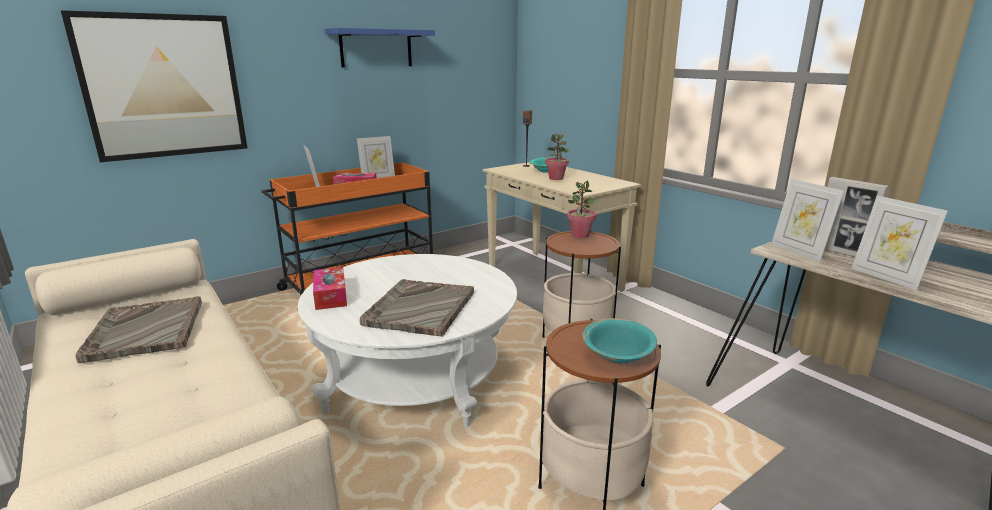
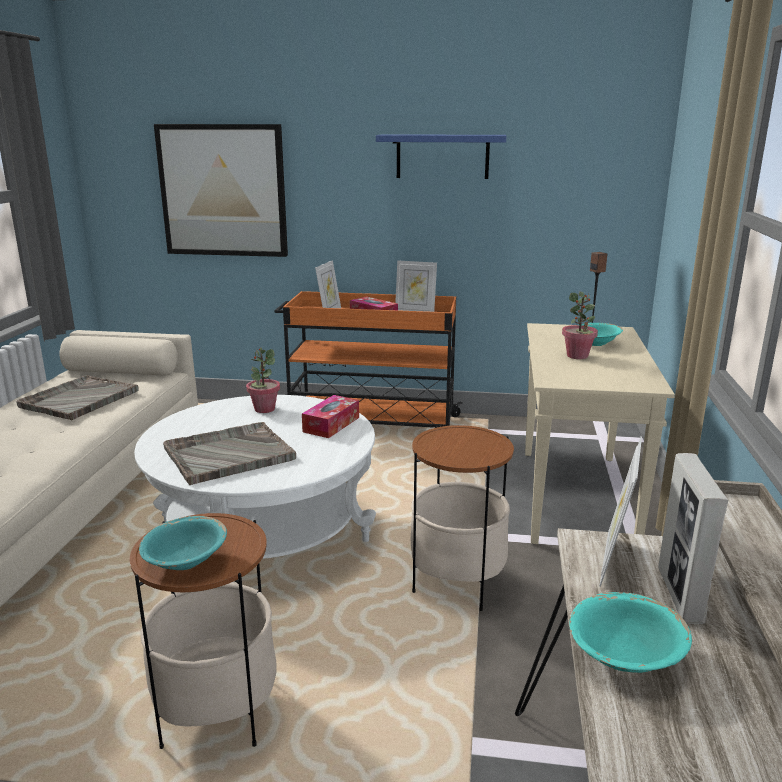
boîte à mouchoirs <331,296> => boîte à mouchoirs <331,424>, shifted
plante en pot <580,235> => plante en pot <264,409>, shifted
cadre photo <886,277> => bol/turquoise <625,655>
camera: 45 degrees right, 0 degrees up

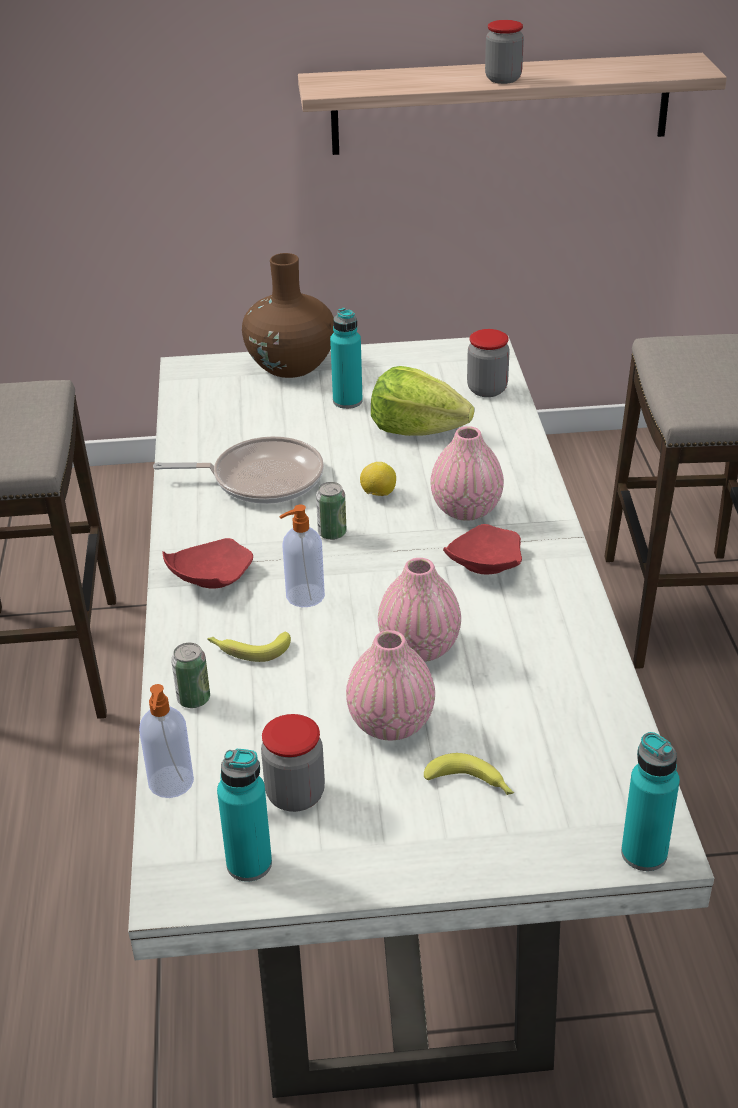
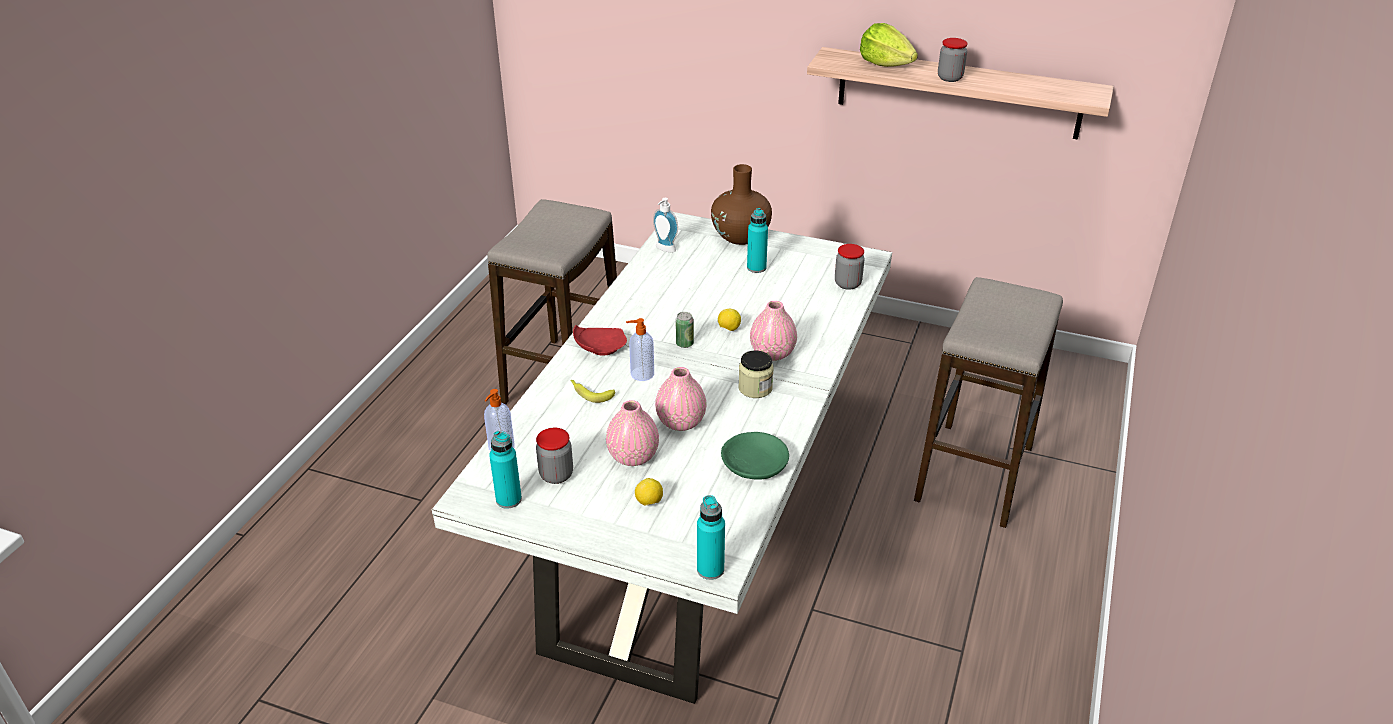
poêle <261,479> => nothing
boîte métallique <193,699> => nothing
laitue <417,429> => laitue <885,64>, shifted
banane <471,785> => citron <649,502>
assiette/rouge <483,565> => bocal <755,388>
nothing => distributeur de savon <664,249>
nothing => bol/vert <753,464>
camera: 25 degrees right, 0 degrees up

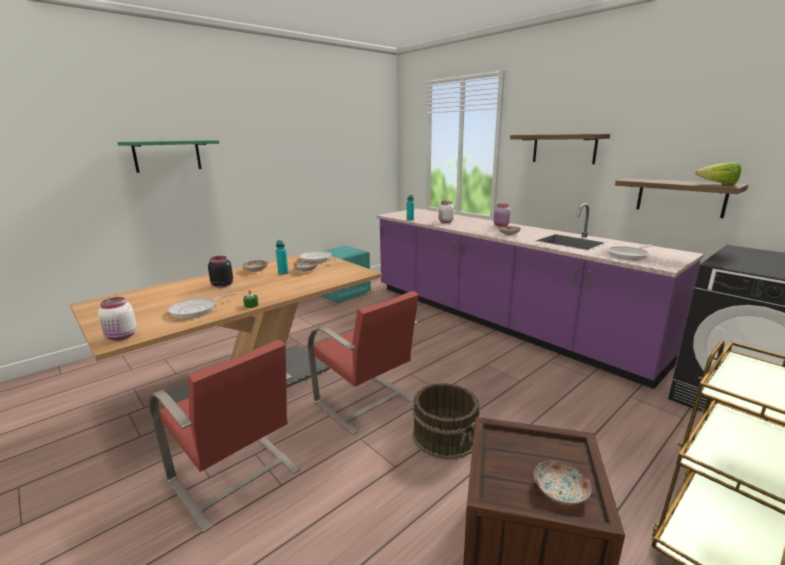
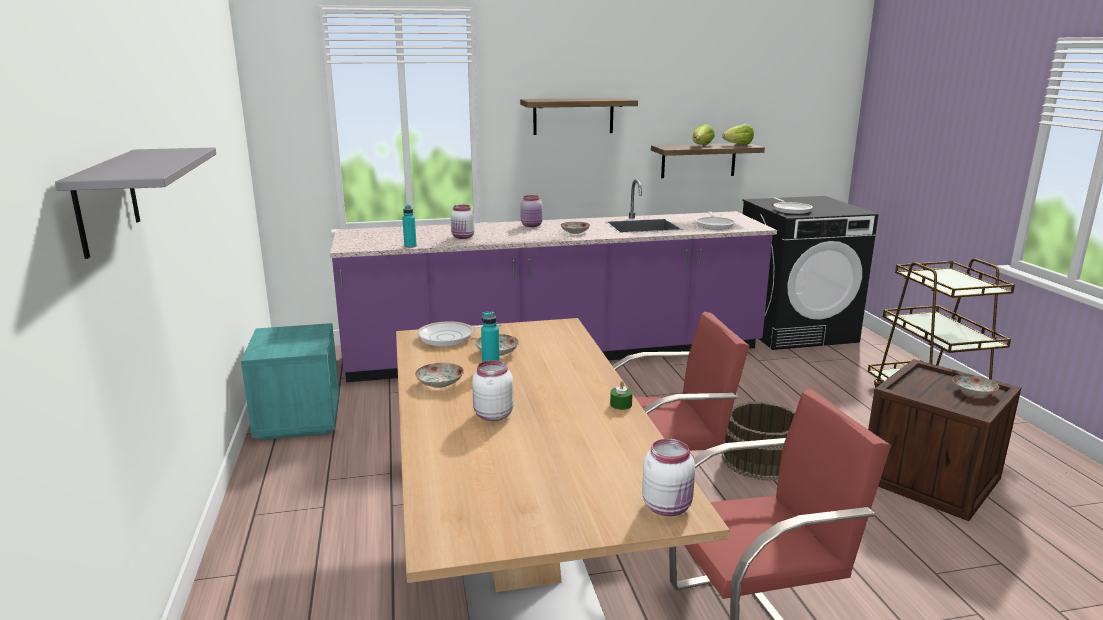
étagère/vert <167,156> => étagère/gris <106,201>
poêle <196,310> => poêle <791,210>, shifted
bocal/noir <222,285> => bocal/blanc <492,415>
nothing => laitue <701,145>
camera: 60 degrees left, 0 degrees up

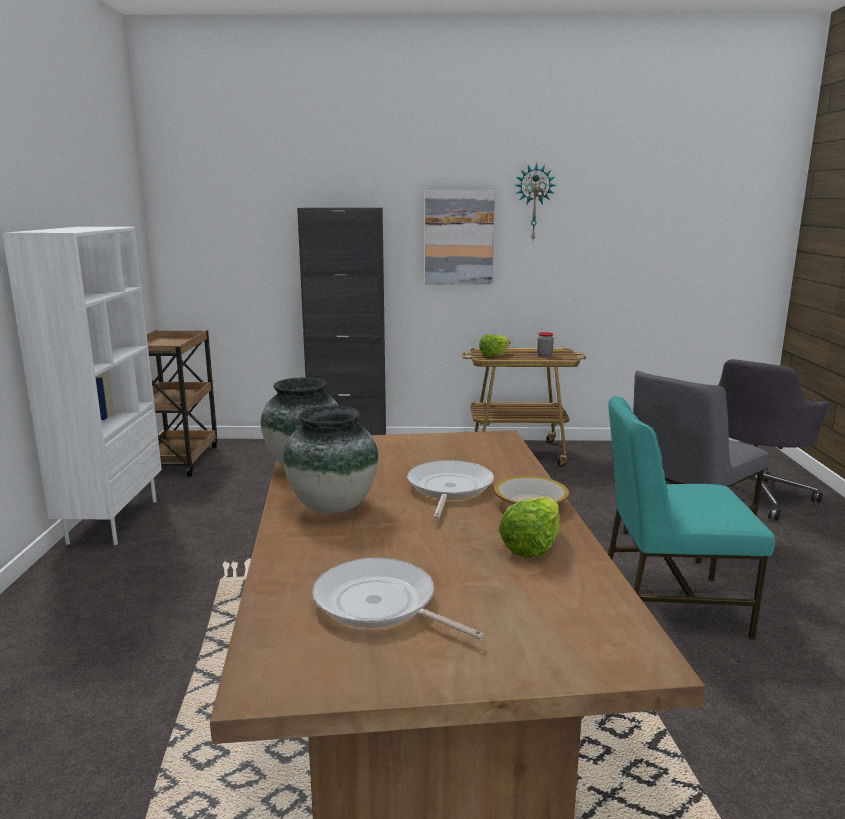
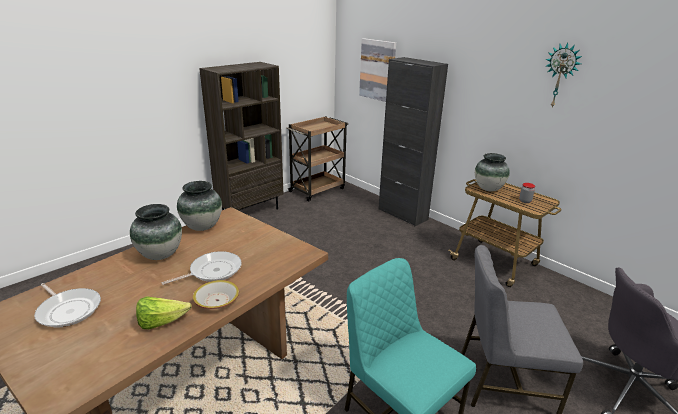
bibliothèque/blanc <112,521> => bibliothèque/marron <251,212>
poêle <380,605> => poêle <68,310>, 135 degrees clockwise
tableau <459,237> => tableau <377,70>, shifted
laitue <494,355> => vase <488,189>
camera: 45 degrees right, 10 degrees up

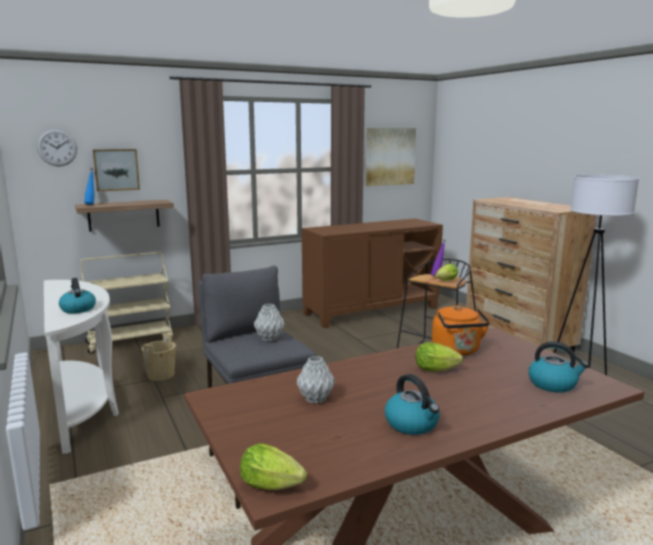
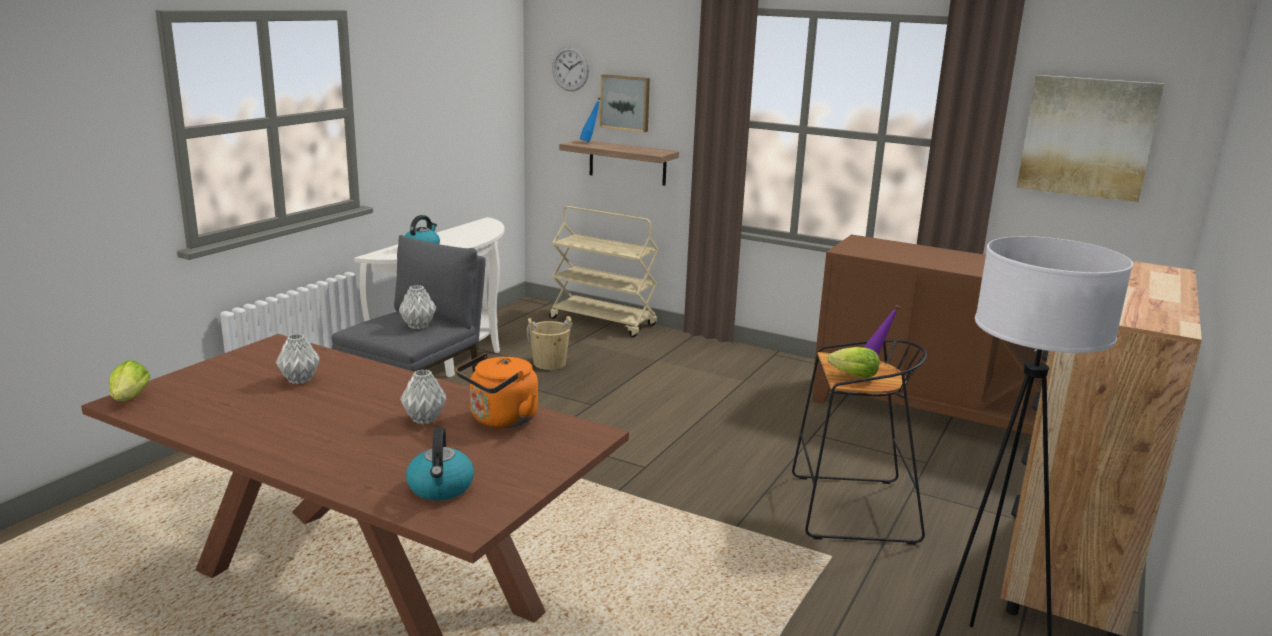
bouilloire <412,424> => nothing
laitue <438,370> => vase/gris <425,419>
camera: 55 degrees right, 5 degrees up

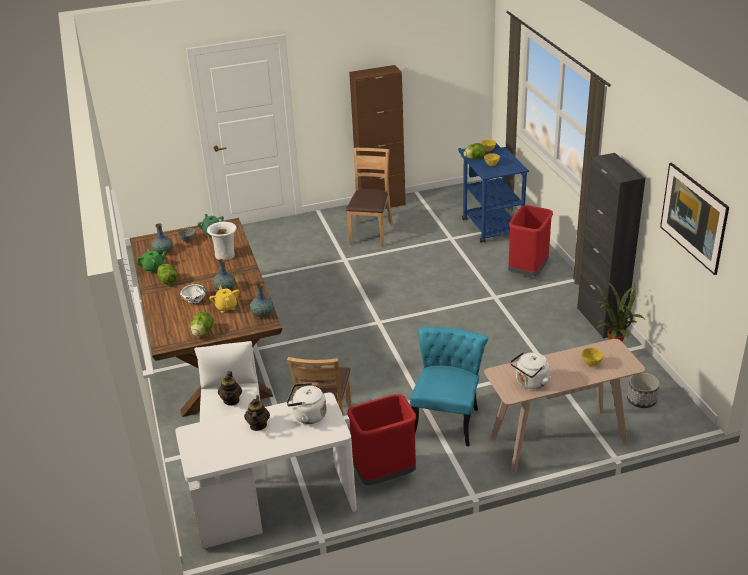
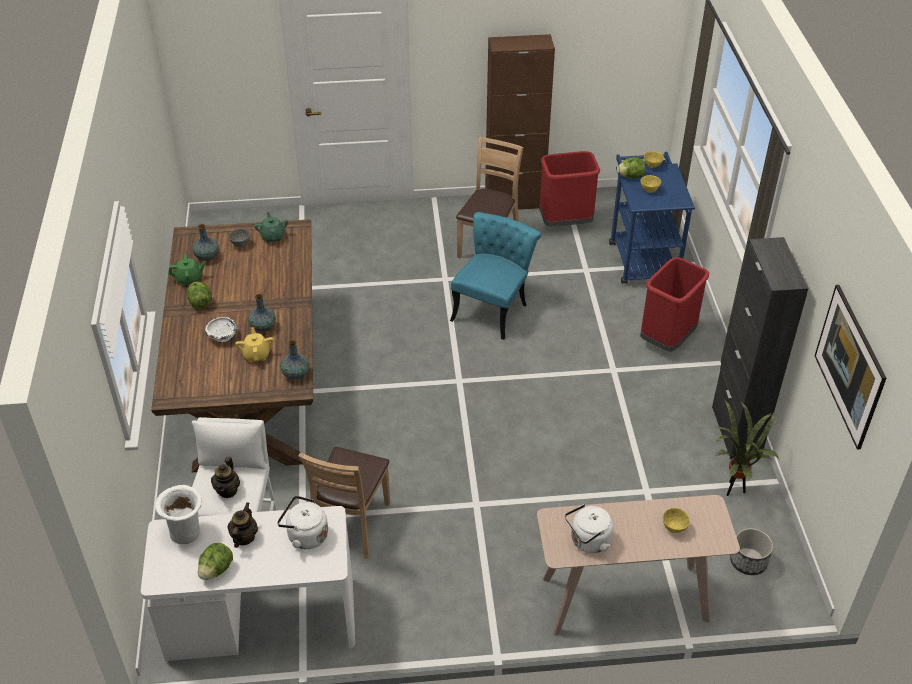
laitue <203,332> => laitue <216,569>, shifted
vase/blanc <225,255> => vase/blanc <186,532>, shifted
poubelle/rouge <384,475> => poubelle/rouge <565,223>, shifted
chaise/turquoise <447,417> => chaise/turquoise <493,308>, shifted
camera: 10 degrees right, 10 degrees up

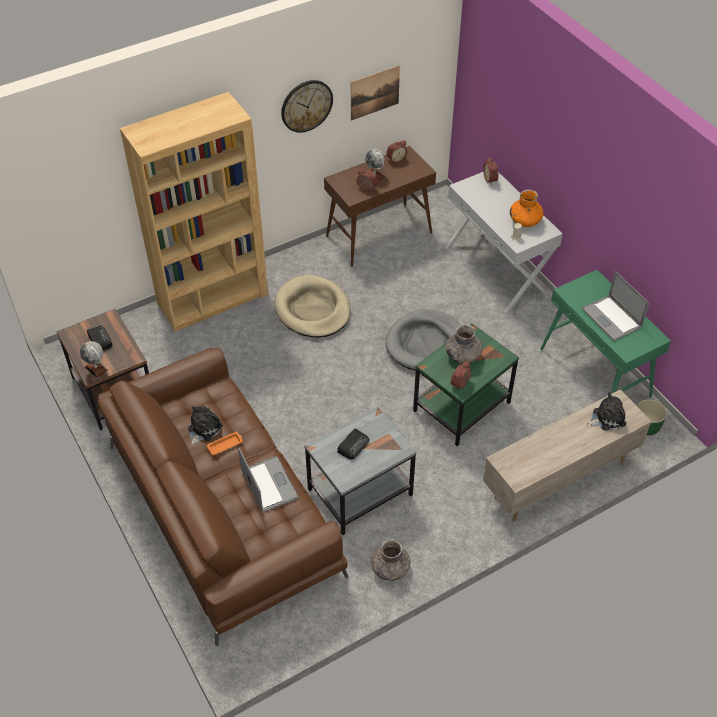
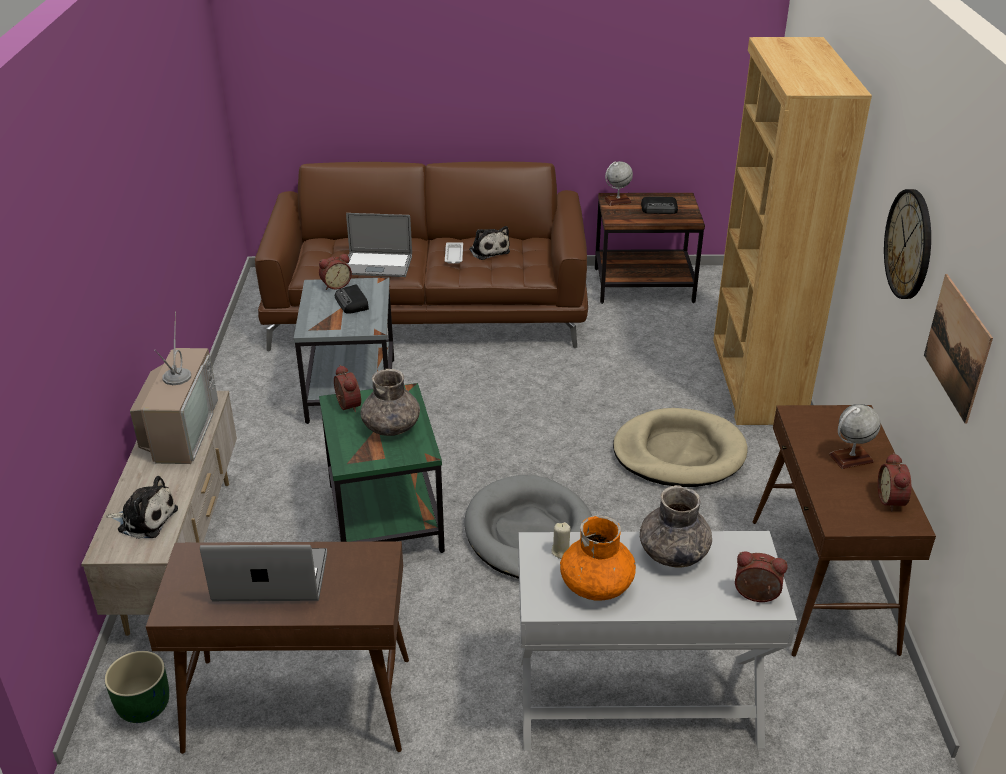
plateau/orange <225,444> => plateau/blanc <454,256>
réveil <366,189> => réveil <335,285>, shifted
vase/gris <390,568> => vase/gris <673,553>, shifted
table console/vert <595,373> => table console/marron <298,705>
peluche <606,418> => peluche <145,519>, 90 degrees counterclockwise
nothing => téléviseur <180,430>
camera: 120 degrees right, 15 degrees down

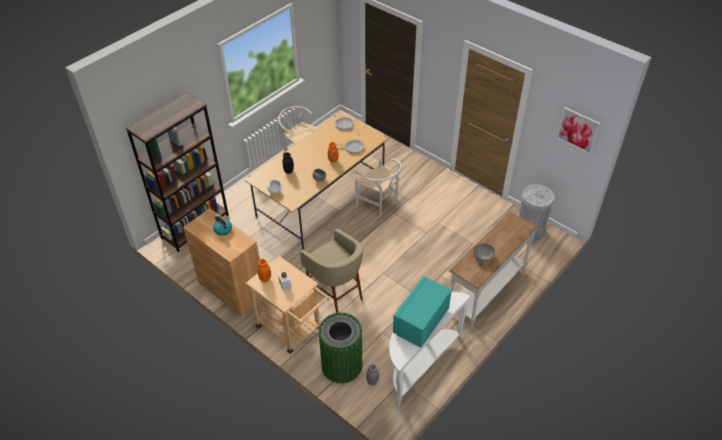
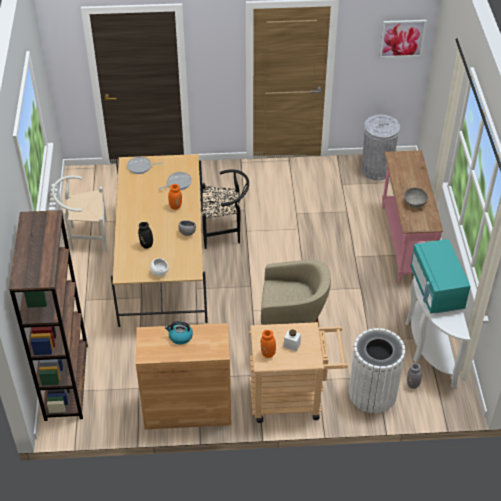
poubelle/vert <342,365> => poubelle/blanc <373,393>
chaise/blanc <380,204> => chaise/noir <225,232>
table console/blanc <486,290> => table console/rose <404,243>
camera: 45 degrees left, 0 degrees up

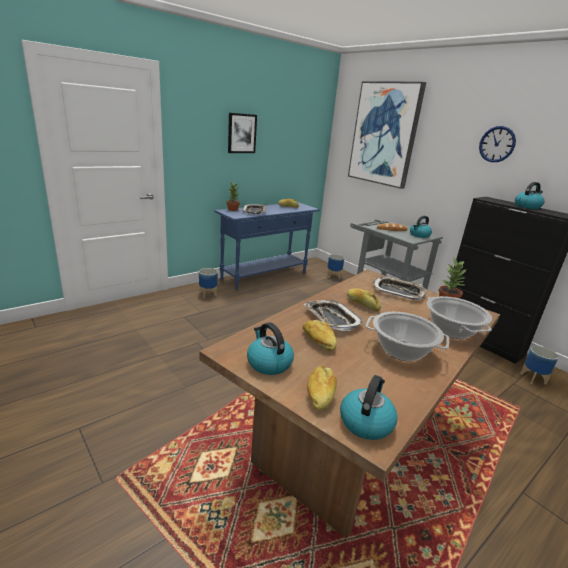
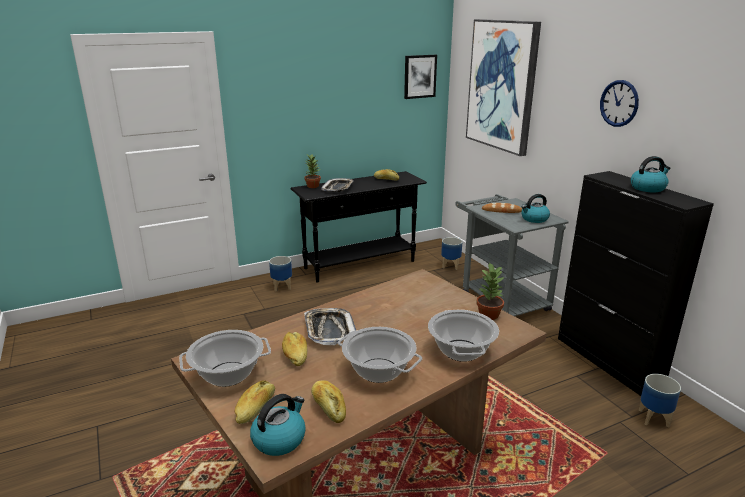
table console/bleu <265,276> => table console/noir <360,265>
tableau <241,133> => tableau <419,76>, shifted
bouilloire <268,363> => marmite <227,374>
pain <362,304> => pain <328,407>, shifted
plateau <398,291> => nothing
camera: 15 degrees right, 0 degrees up

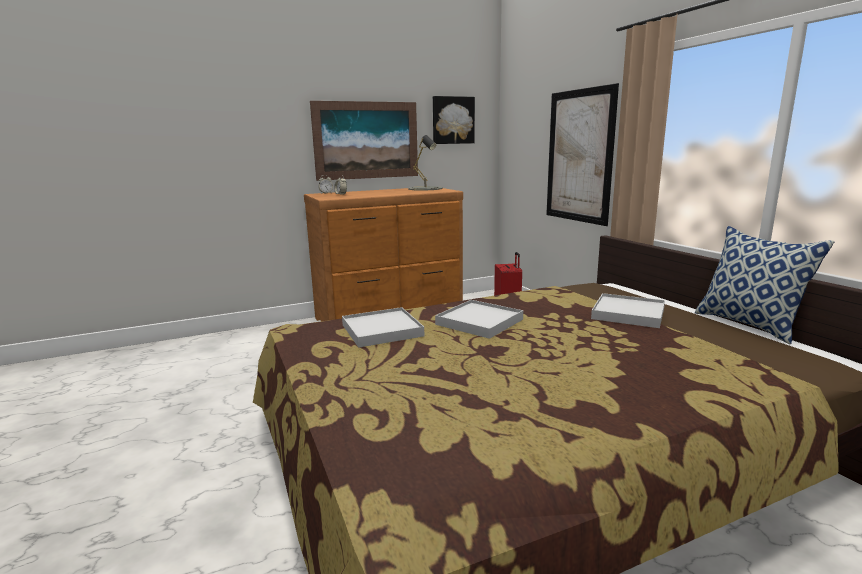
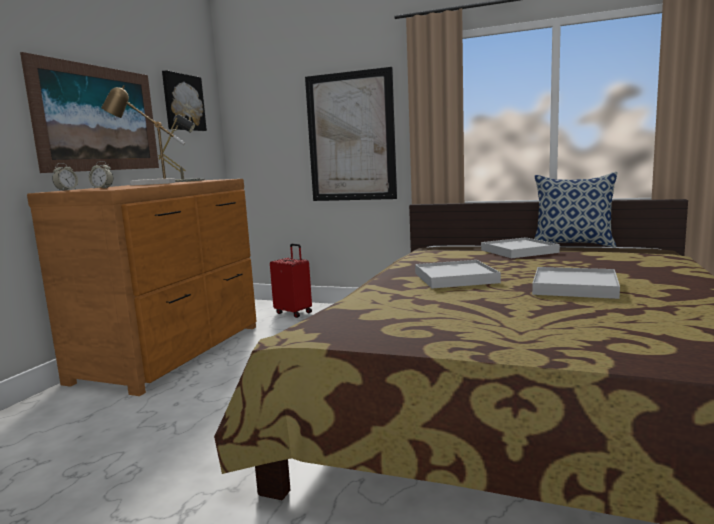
plateau/blanc <382,330> => plateau/blanc <574,287>, shifted
nothing => lampe de table <147,184>
camera: 45 degrees left, 5 degrees down

